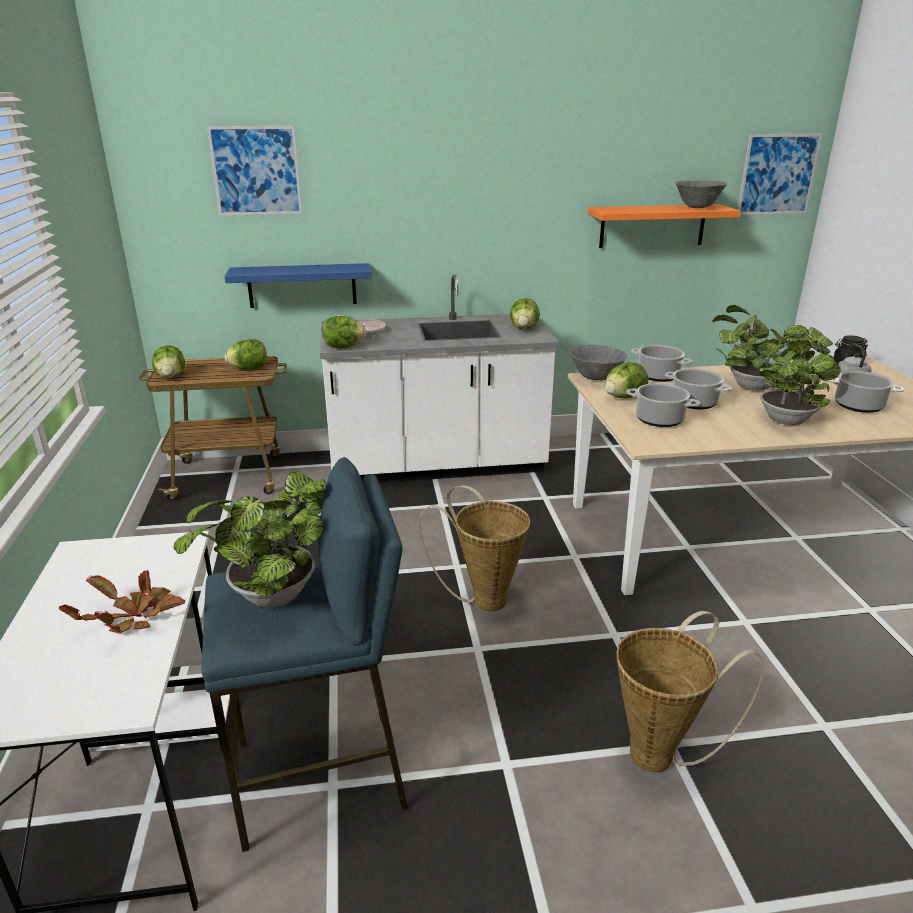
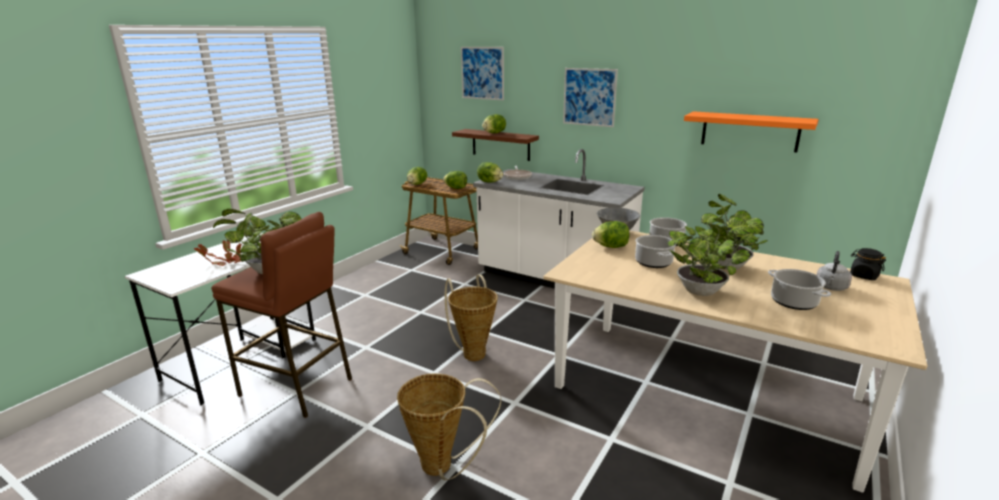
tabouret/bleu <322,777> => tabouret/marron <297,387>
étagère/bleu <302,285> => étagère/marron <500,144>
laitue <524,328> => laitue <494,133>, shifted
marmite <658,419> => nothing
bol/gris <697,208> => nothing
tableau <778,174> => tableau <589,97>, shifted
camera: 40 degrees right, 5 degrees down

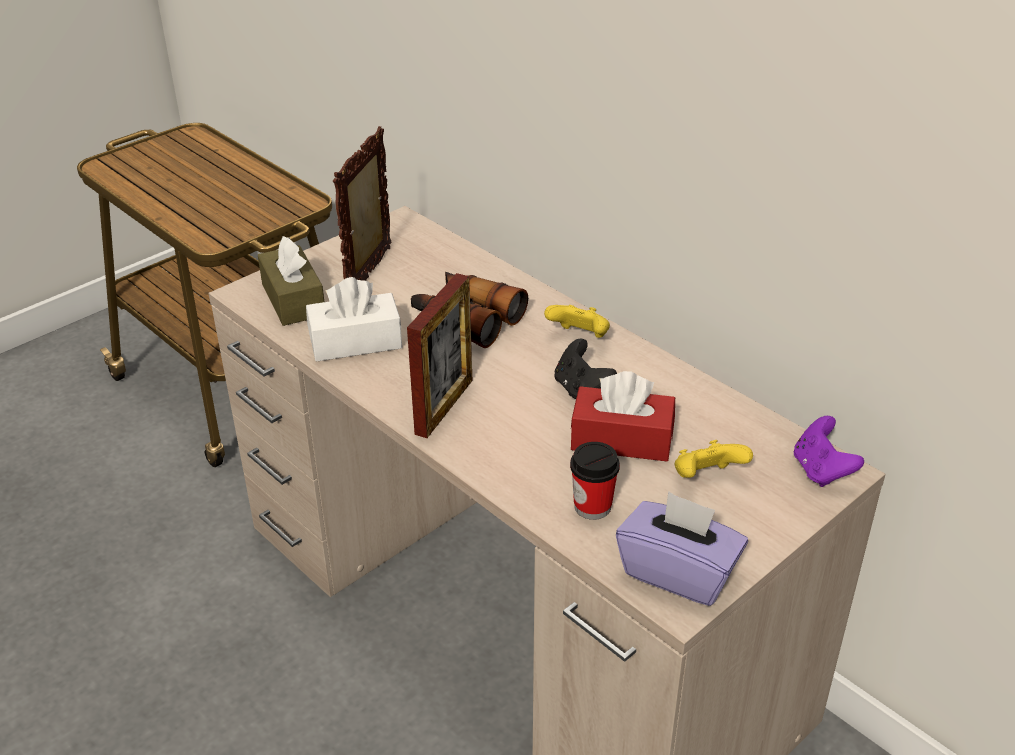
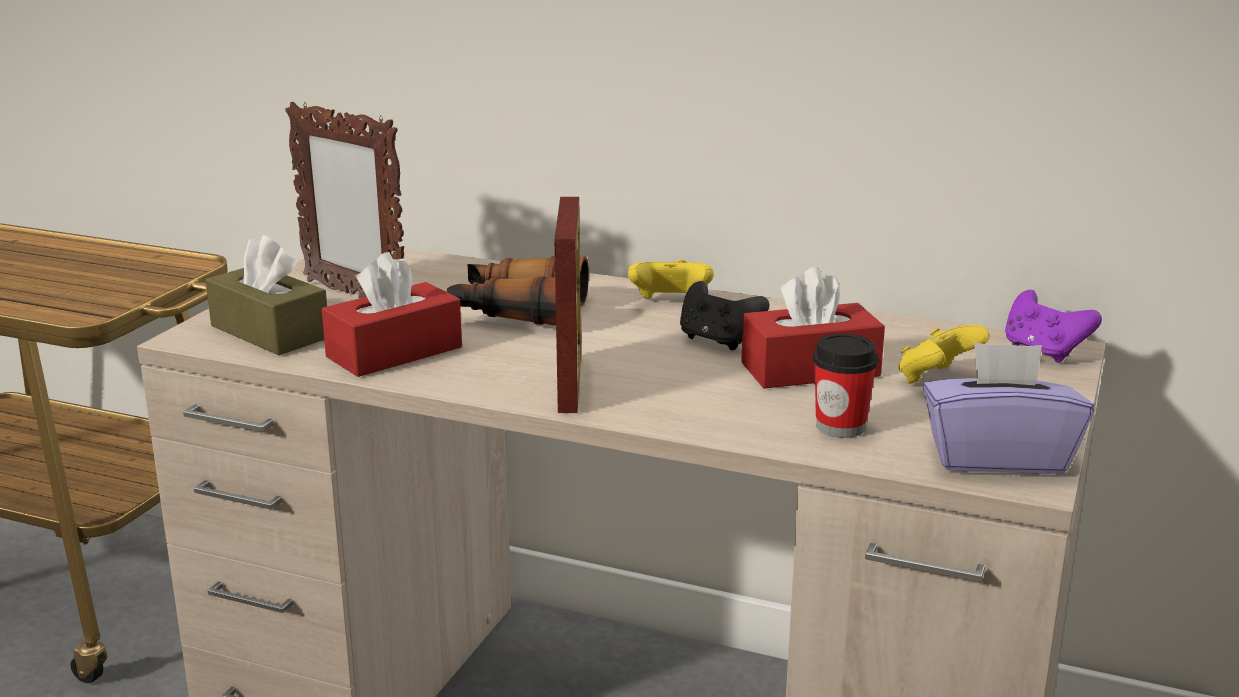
boîte à mouchoirs/blanc <355,342> => boîte à mouchoirs/rouge <394,352>
cadre photo <371,273> => cadre photo <354,295>, 45 degrees counterclockwise
camera: 25 degrees left, 15 degrees down

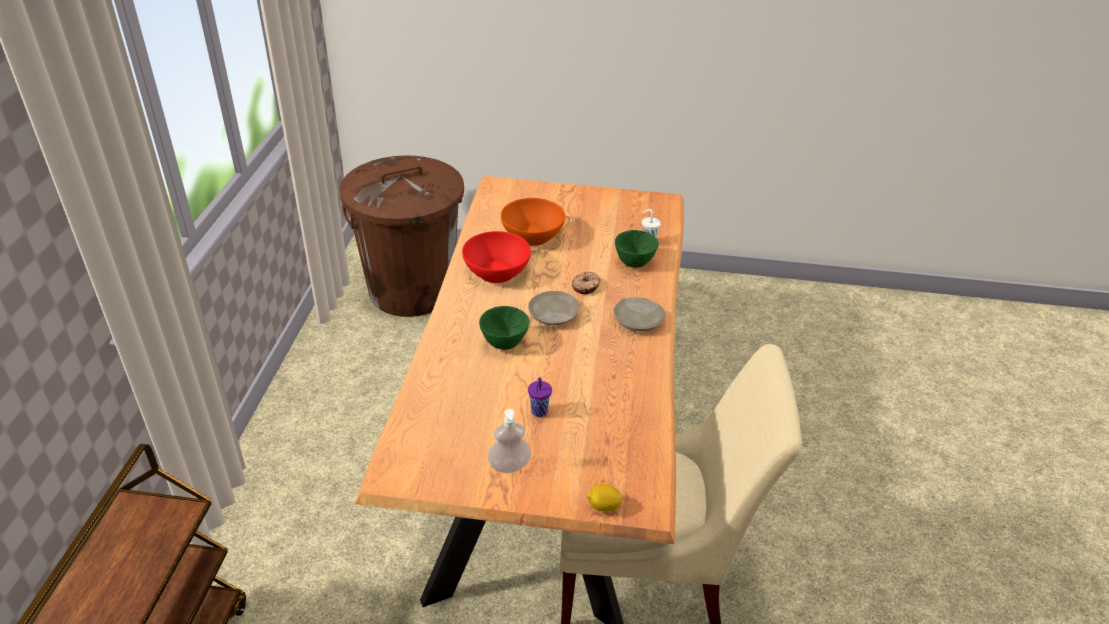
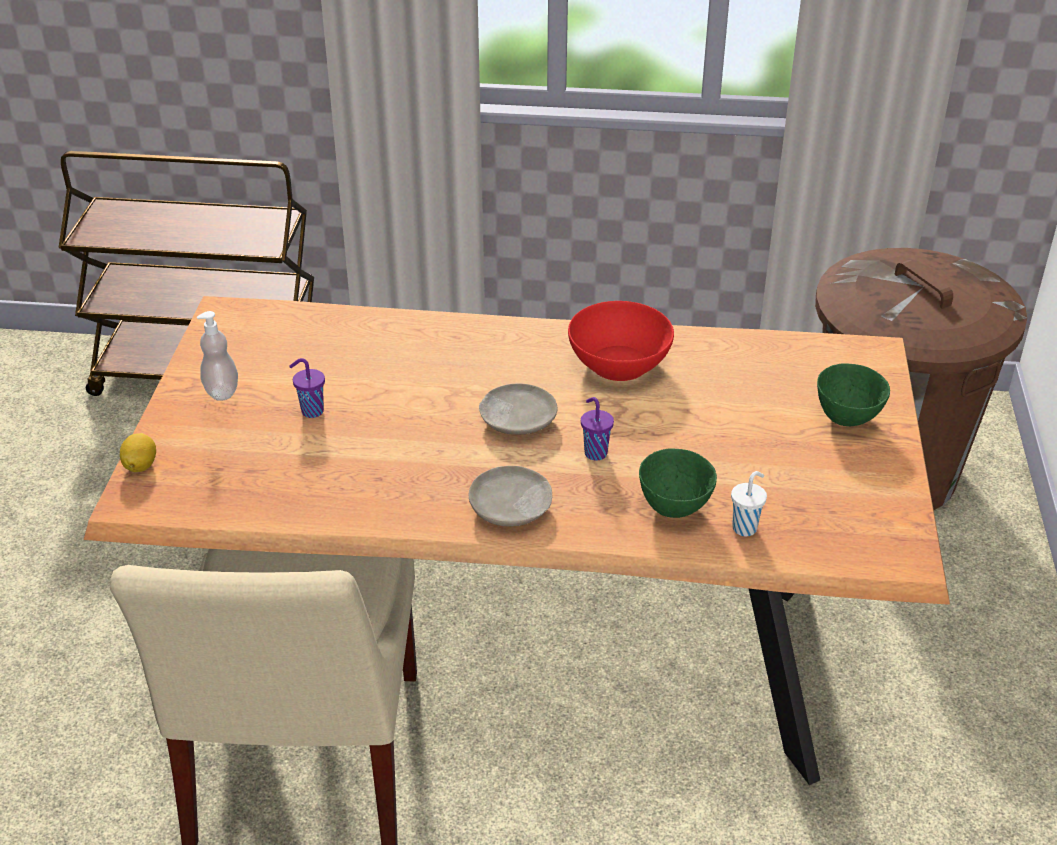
bol/vert <503,343> => bol/vert <848,418>, shifted
bol/orange <532,236> => nothing
beignet <586,287> => tasse/violet <595,452>
camera: 90 degrees right, 0 degrees up

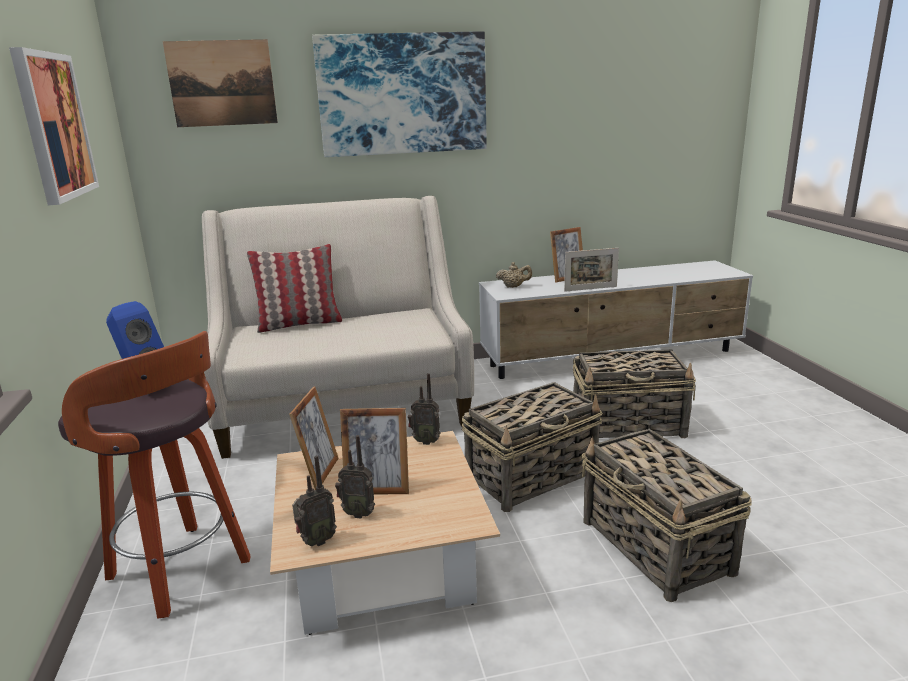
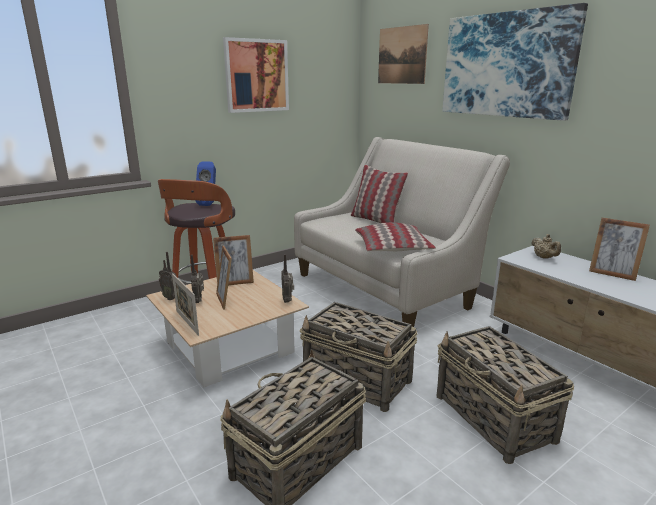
cadre photo <590,289> => cadre photo <187,323>, shifted
nothing => coussin <393,248>
camera: 65 degrees right, 0 degrees up

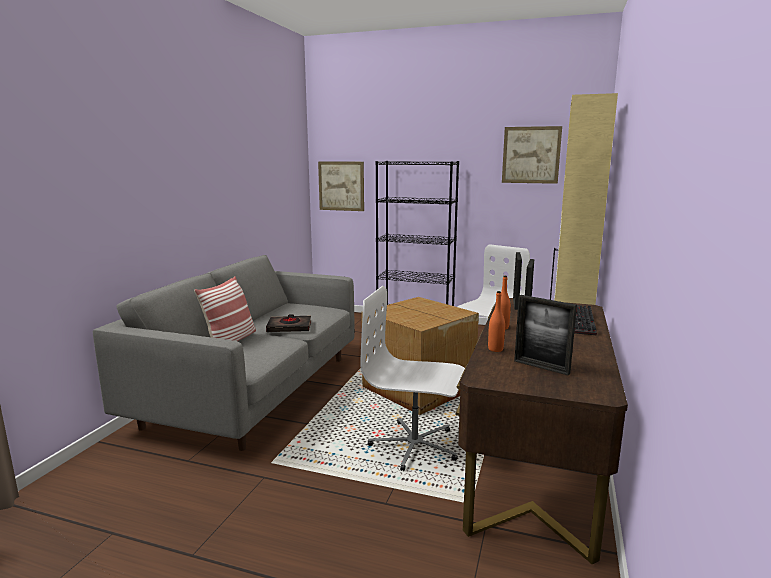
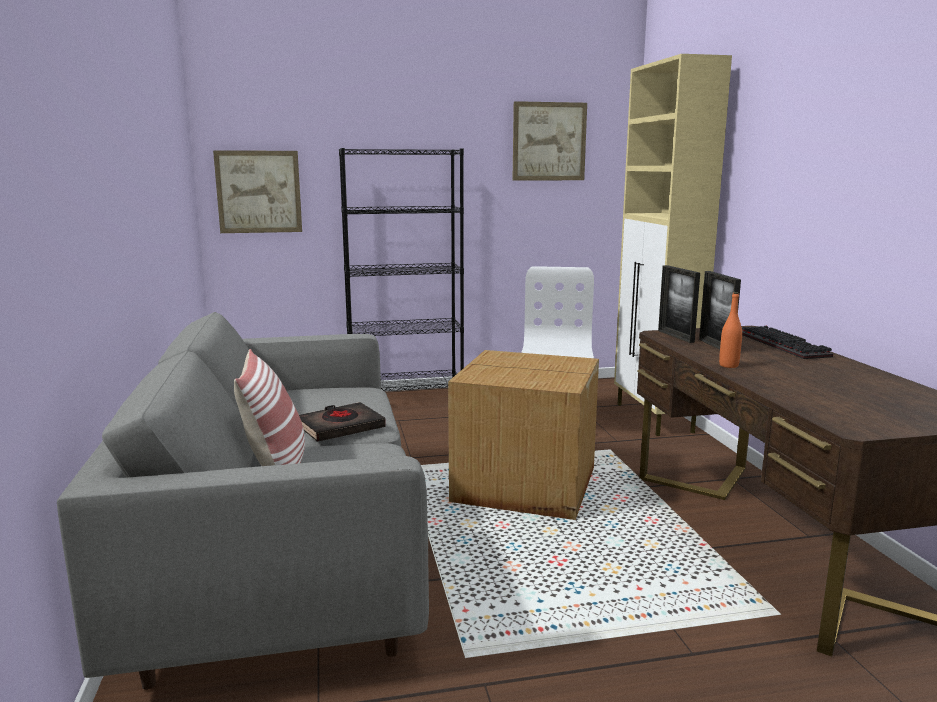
chaise de bureau/blanc <414,446> => nothing
bouteille/orange <495,349> => nothing
cadre photo <541,367> => nothing
camera: 30 degrees left, 0 degrees up

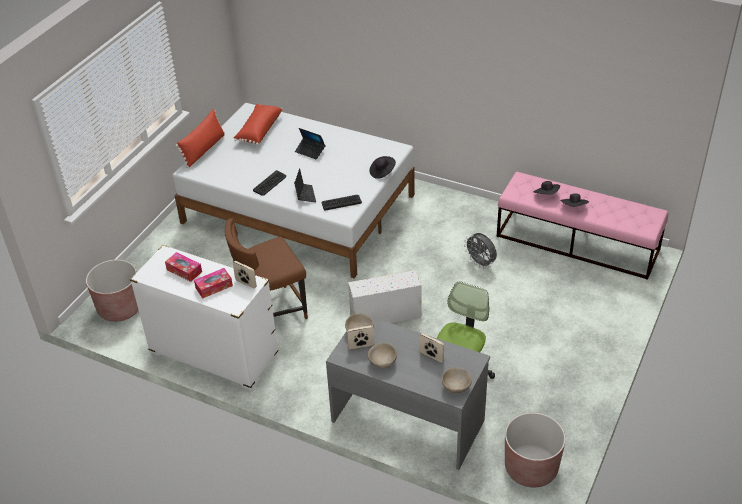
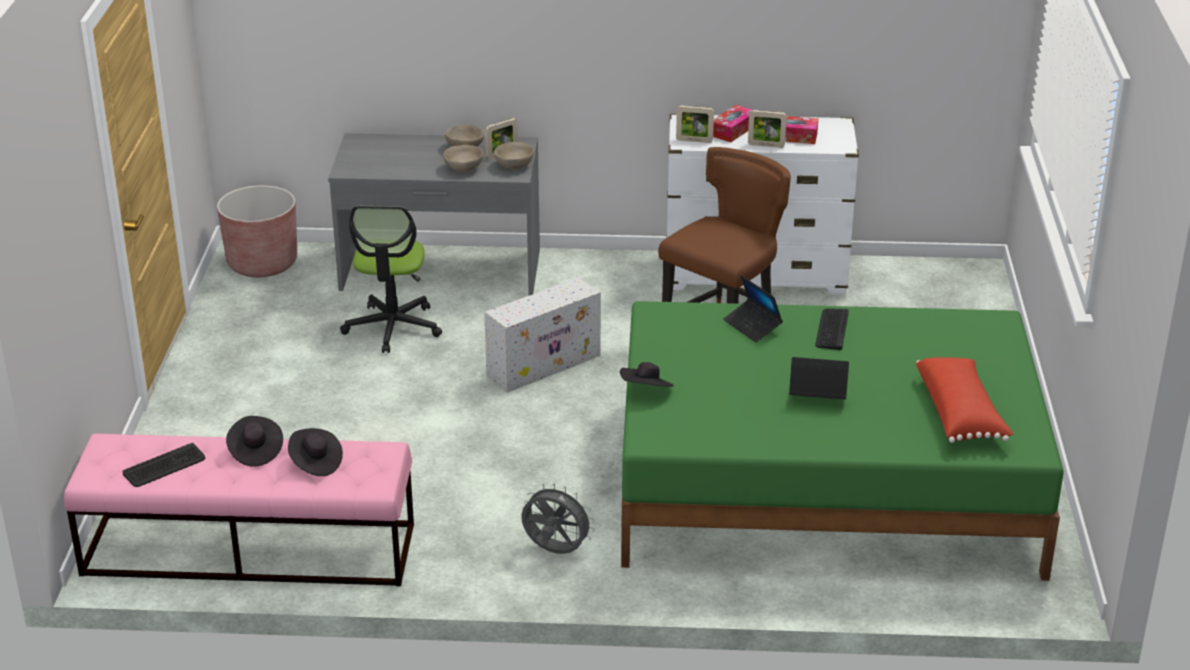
cache-pot/marron <120,308> => nothing
lit/blanc <299,208> => lit/vert <825,485>
coussin/rouge <204,149> => nothing
clavier <341,202> => clavier <164,466>, shifted
cadre photo <431,356> => cadre photo <766,145>, shifted
bol/beige <456,387> => bol/beige <463,168>, shifted
ventilateur/gris <481,263> => ventilateur/gris <555,551>, shifted
camera: 155 degrees right, 10 degrees down

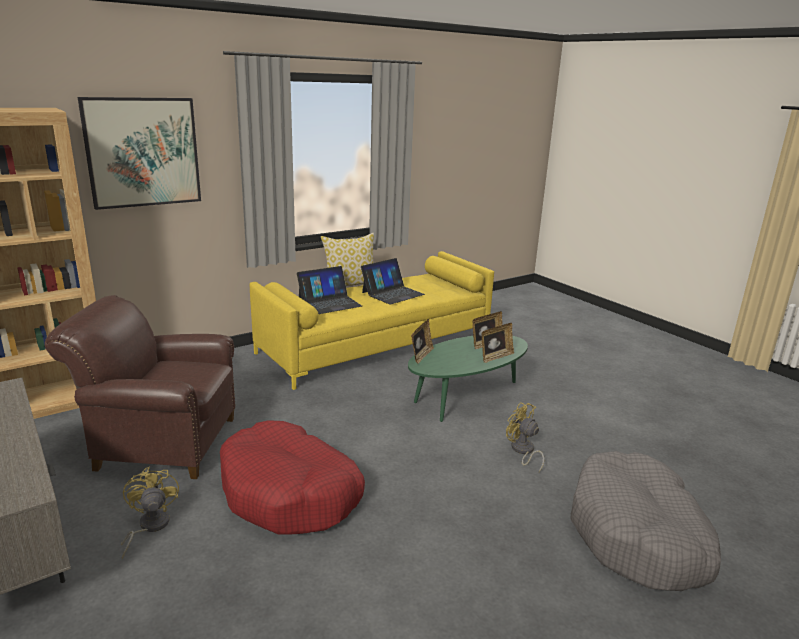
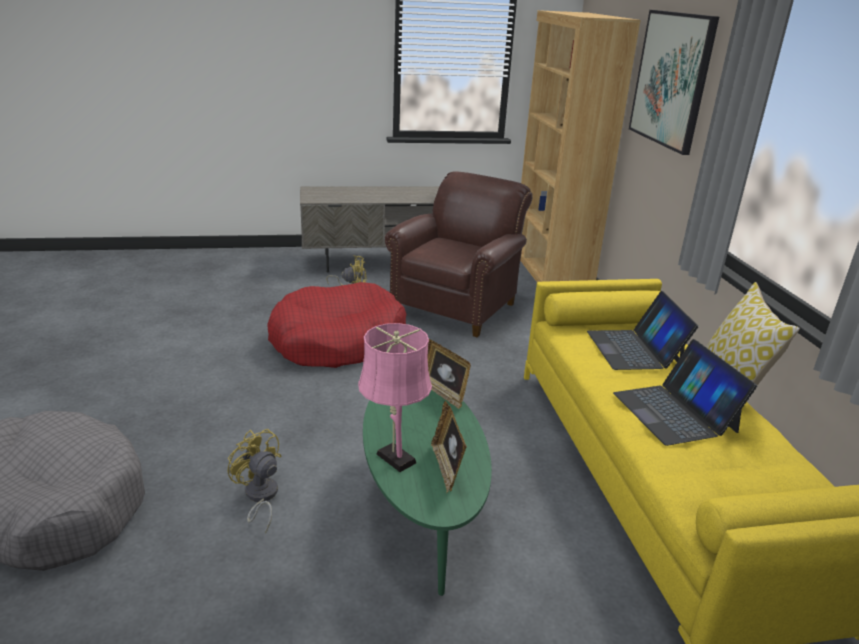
cadre photo <495,357> => lampe de table/rose <393,456>
ventilateur/jaune <522,451> => ventilateur/jaune <259,497>, 120 degrees counterclockwise
camera: 115 degrees right, 5 degrees up

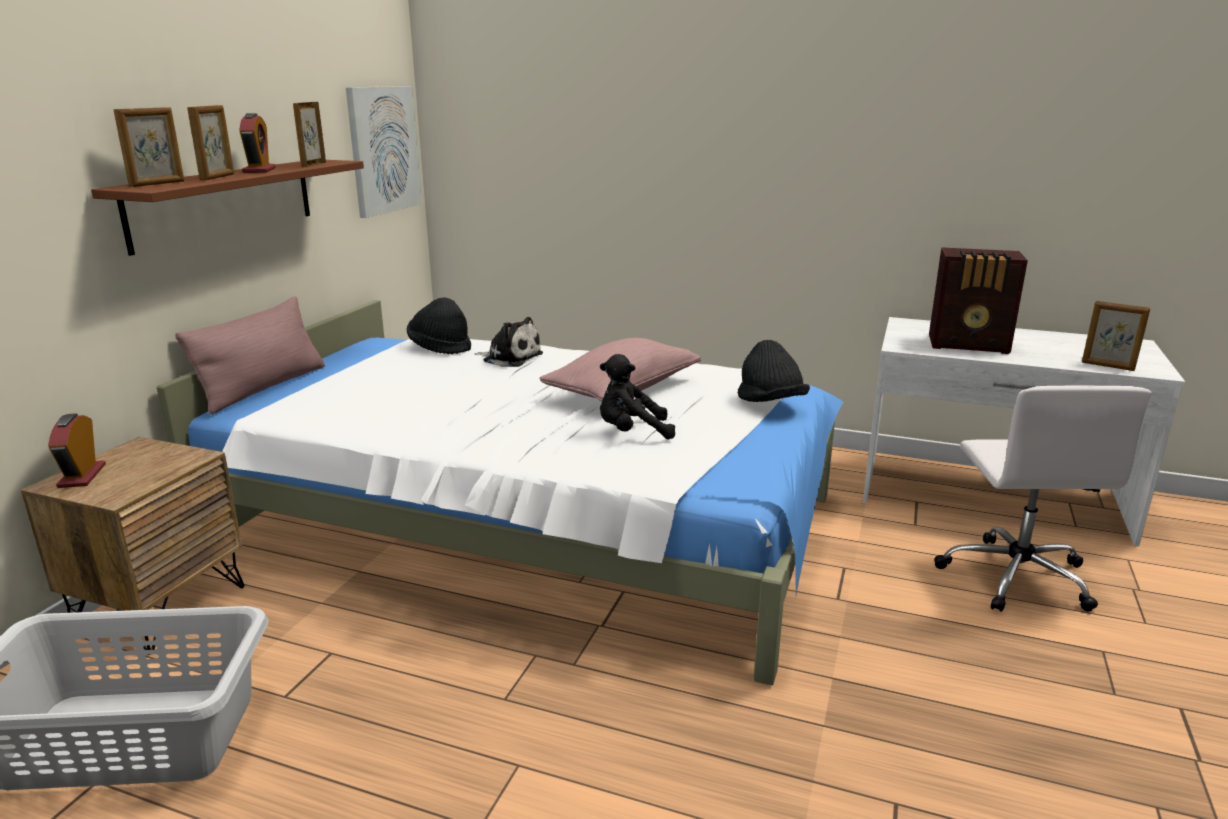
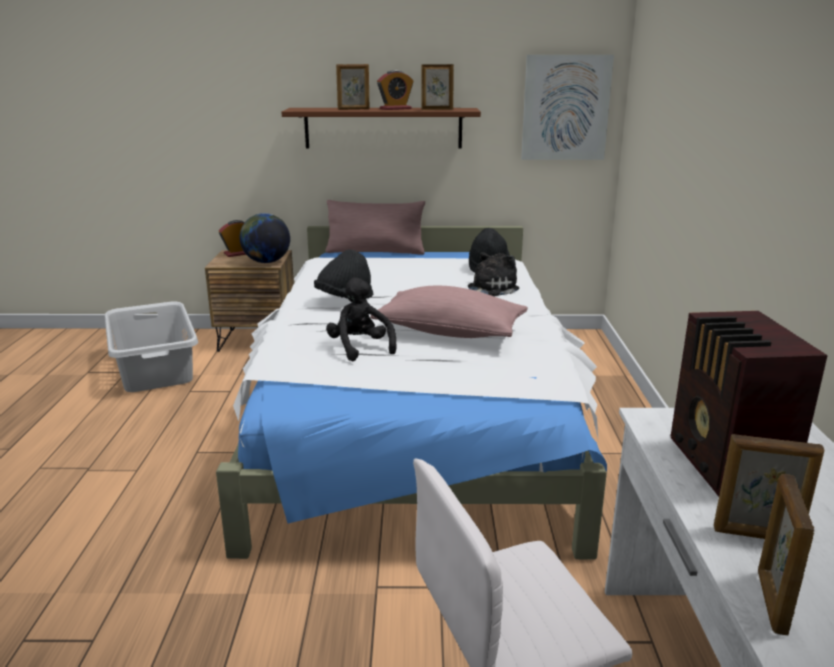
cadre photo <158,184> => cadre photo <757,536>, shifted
peluche <510,358> => peluche <490,289>, 135 degrees counterclockwise
chapeau/noir <770,403> => chapeau/noir <344,299>, shifted
nothing => globe <266,262>
camera: 70 degrees right, 0 degrees up

